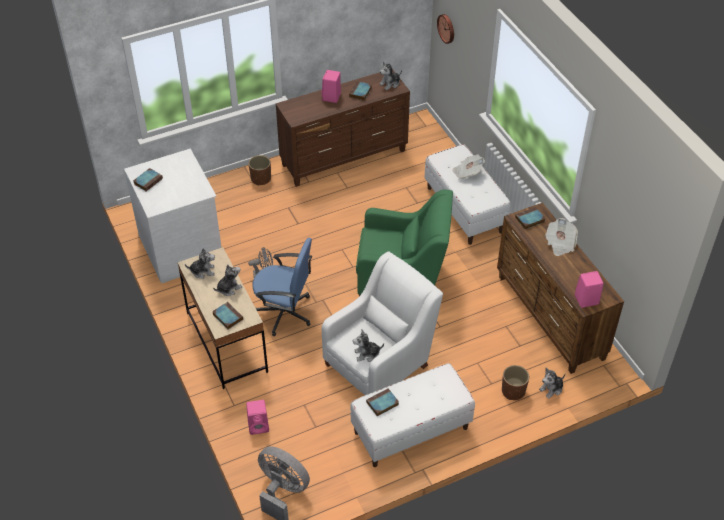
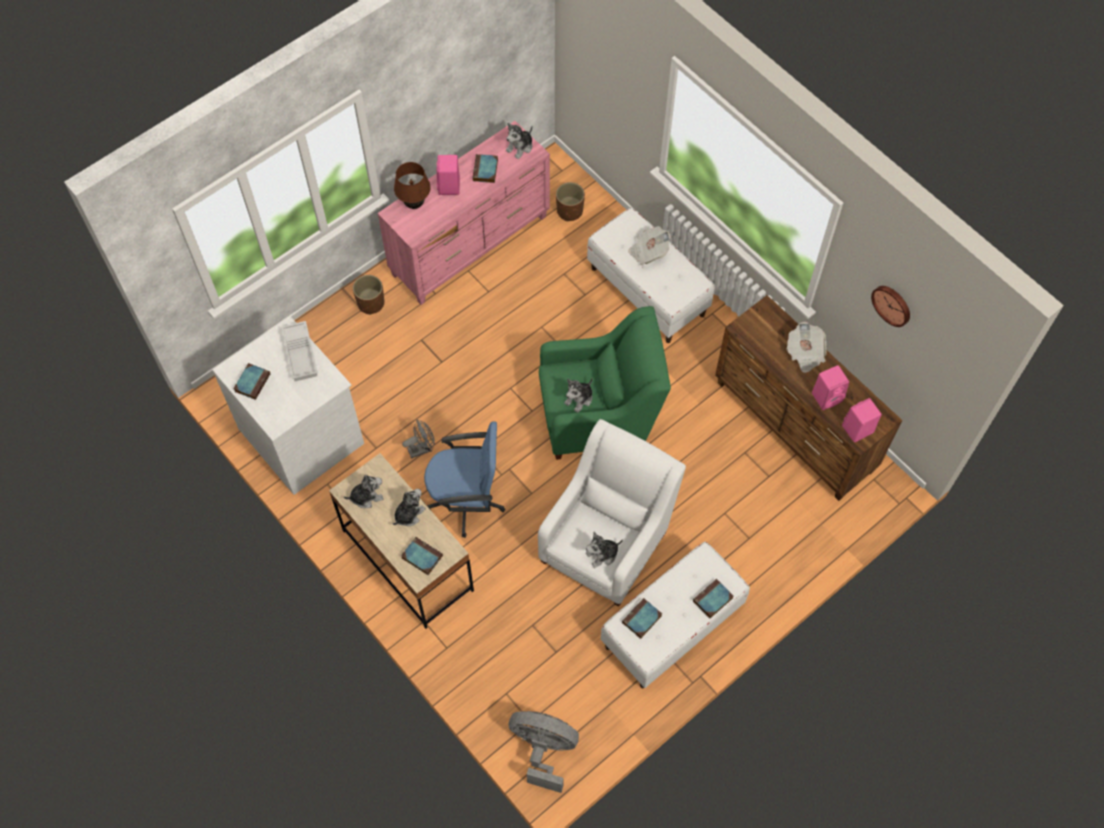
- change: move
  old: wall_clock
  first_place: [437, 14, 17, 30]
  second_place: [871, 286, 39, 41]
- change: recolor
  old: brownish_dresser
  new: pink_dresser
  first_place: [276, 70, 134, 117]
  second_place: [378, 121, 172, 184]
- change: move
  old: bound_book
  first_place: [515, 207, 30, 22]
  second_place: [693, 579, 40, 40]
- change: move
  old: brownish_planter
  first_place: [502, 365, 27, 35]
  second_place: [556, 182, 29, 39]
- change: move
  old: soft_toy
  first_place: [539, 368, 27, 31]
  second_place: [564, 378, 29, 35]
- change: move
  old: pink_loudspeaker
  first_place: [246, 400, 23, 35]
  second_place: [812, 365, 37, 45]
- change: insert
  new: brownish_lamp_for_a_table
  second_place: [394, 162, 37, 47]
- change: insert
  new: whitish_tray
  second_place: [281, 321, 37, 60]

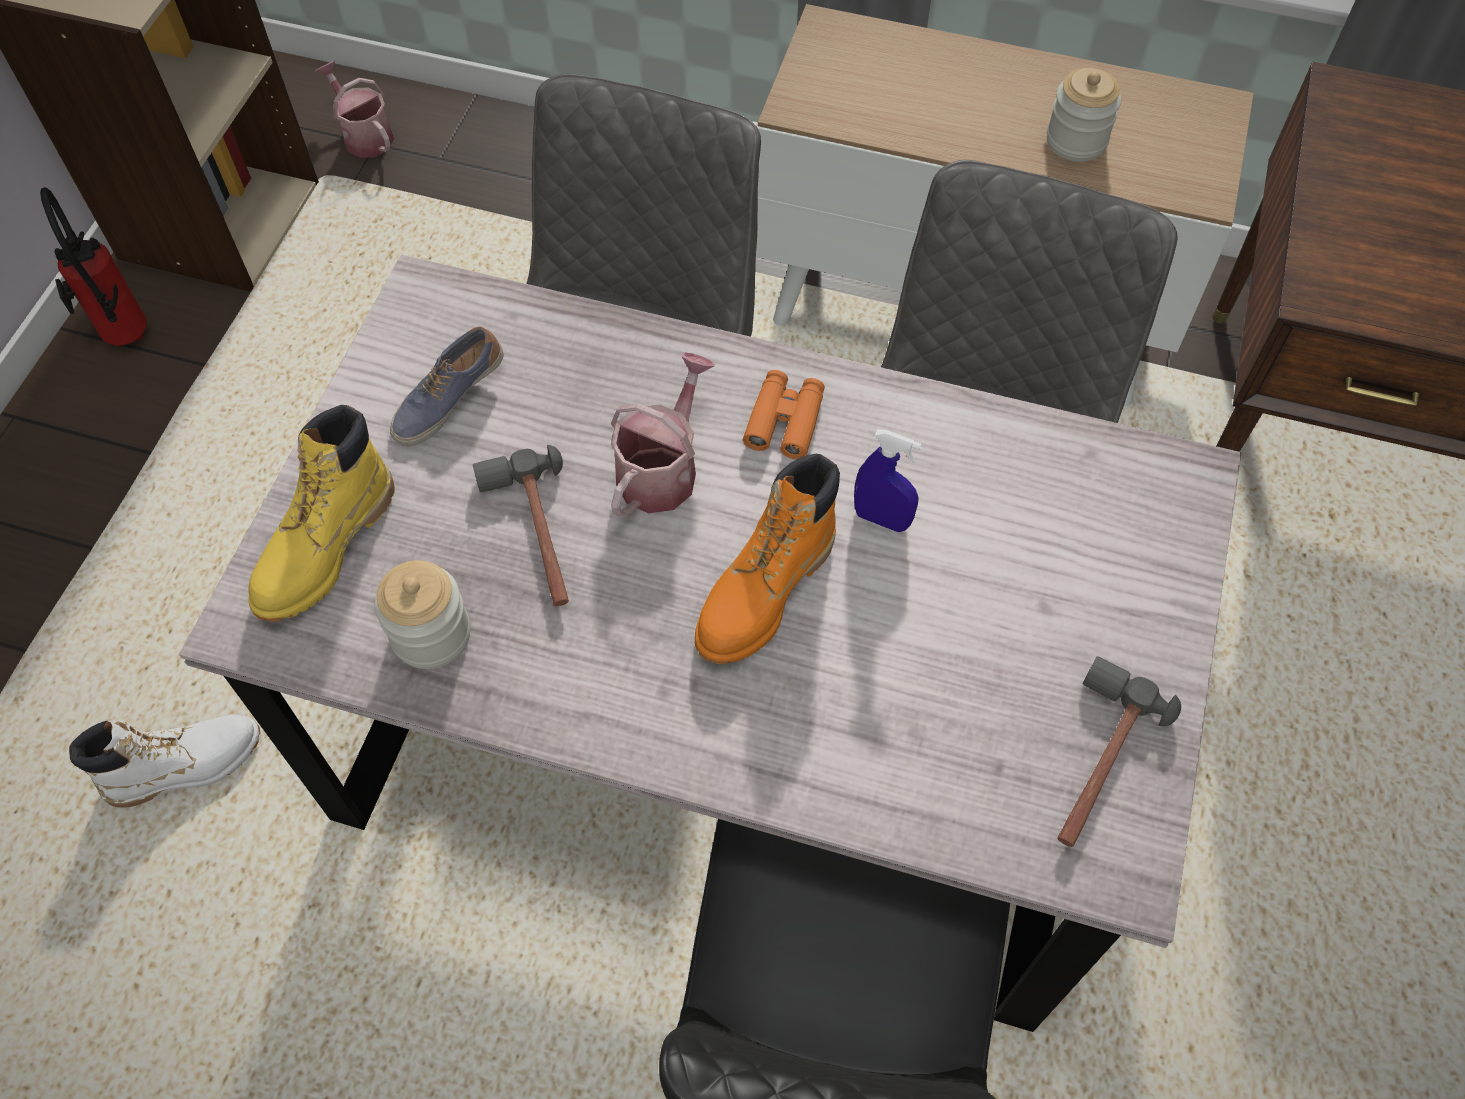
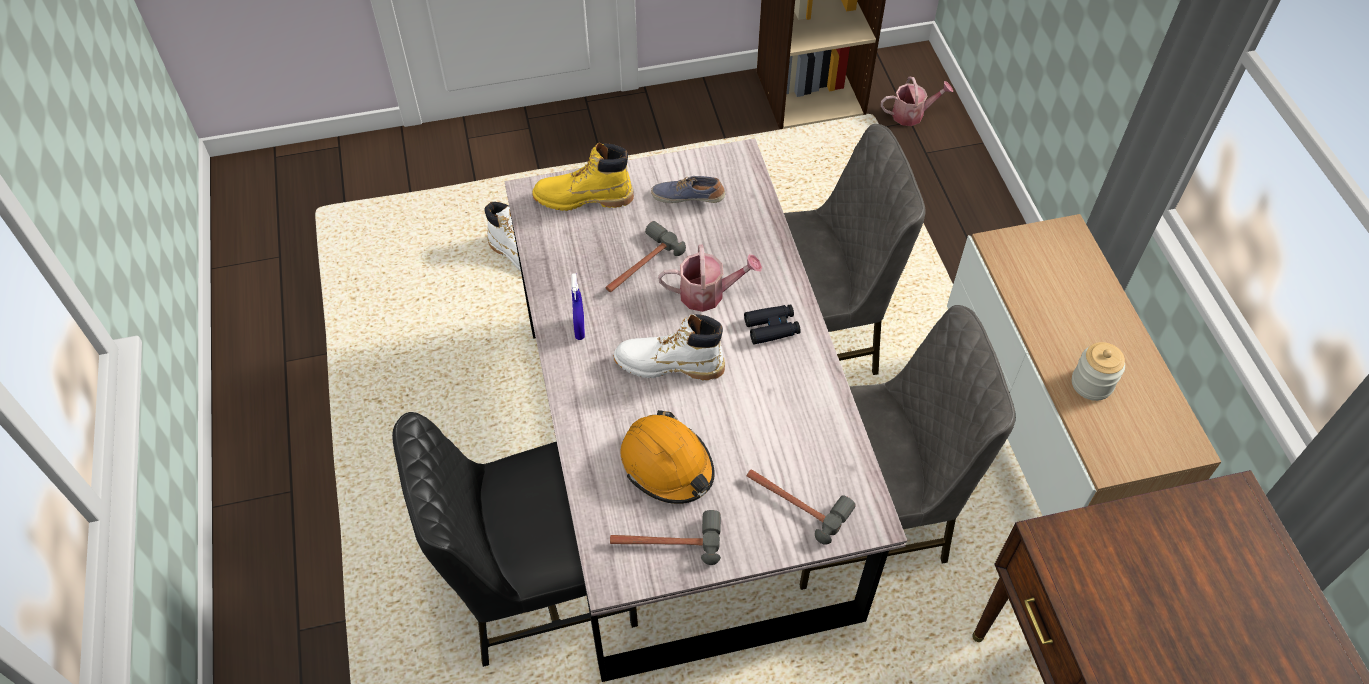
- change: rotate
  old: watering_pot
  first_place: [315, 61, 79, 97]
  second_place: [881, 77, 72, 49]
  degrees: 60
- change: delete
  old: extinguisher
  first_place: [40, 187, 107, 160]
- change: recolor
  old: orange_field_glasses
  new: black_field_glasses
  first_place: [743, 370, 82, 90]
  second_place: [744, 304, 57, 40]
- change: move
  old: bluish_sprayer
  first_place: [854, 429, 68, 103]
  second_place: [571, 273, 14, 67]
- change: recolor
  old: orange_boot
  new: whitish_boot
  first_place: [695, 454, 145, 210]
  second_place: [614, 314, 111, 67]
- change: delete
  old: jar
  first_place: [375, 560, 95, 109]
- change: insert
  new: orange_hard_hat
  second_place: [620, 410, 95, 94]
- change: insert
  new: hammer
  second_place: [747, 469, 109, 76]

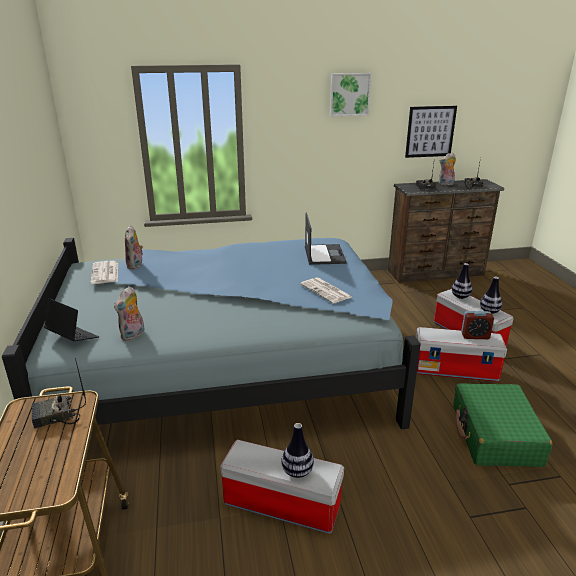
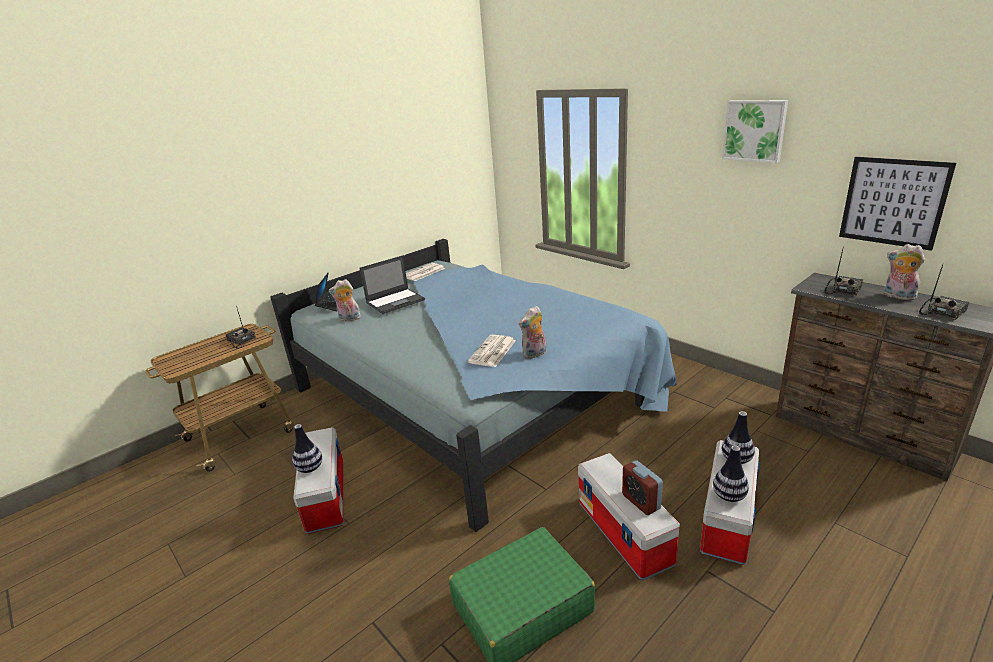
- change: move
  old: laptop
  first_place: [305, 213, 42, 52]
  second_place: [360, 255, 65, 59]
- change: move
  old: soft_toy
  first_place: [125, 225, 18, 44]
  second_place: [519, 306, 27, 53]

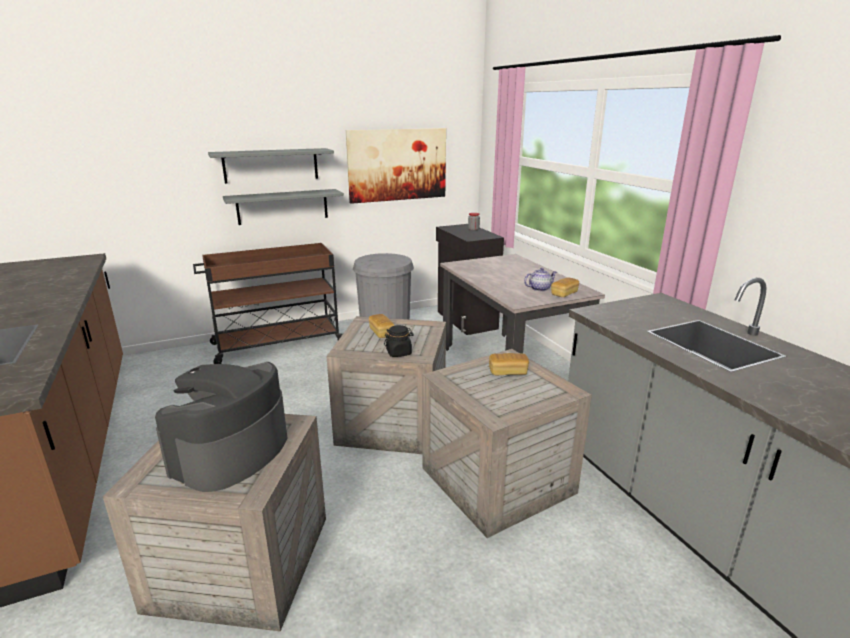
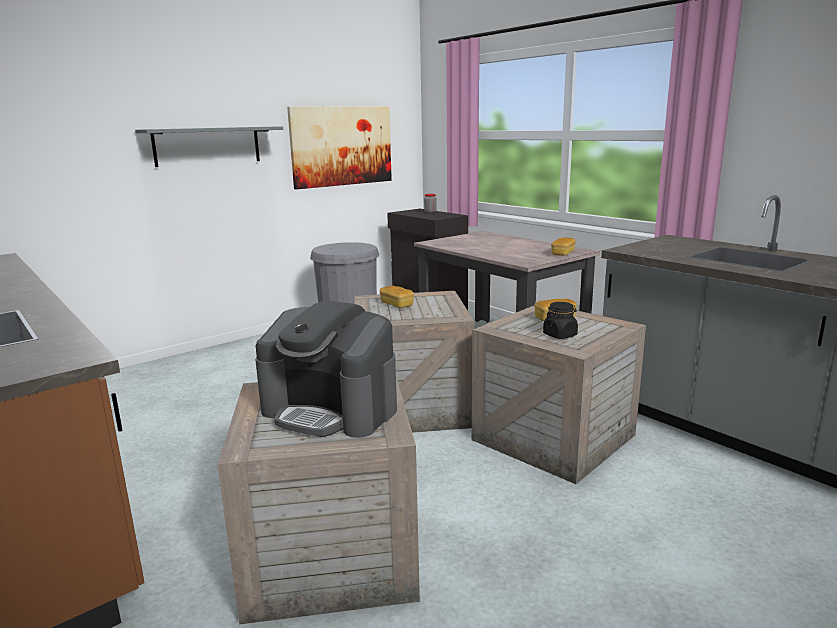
- change: delete
  old: grey_wall_shelf
  first_place: [223, 189, 121, 36]
- change: delete
  old: brownish_trolley
  first_place: [193, 243, 150, 121]
- change: delete
  old: teapot
  first_place: [524, 268, 33, 23]
- change: move
  old: black_jar
  first_place: [384, 325, 30, 32]
  second_place: [543, 302, 35, 37]
- change: rotate
  old: coffee_machine
  first_place: [155, 362, 133, 130]
  second_place: [255, 300, 142, 138]
  degrees: -75

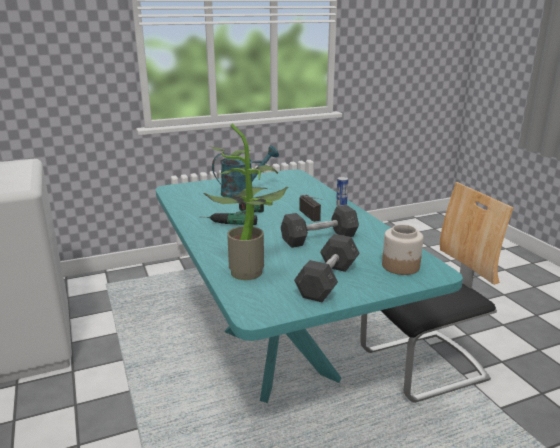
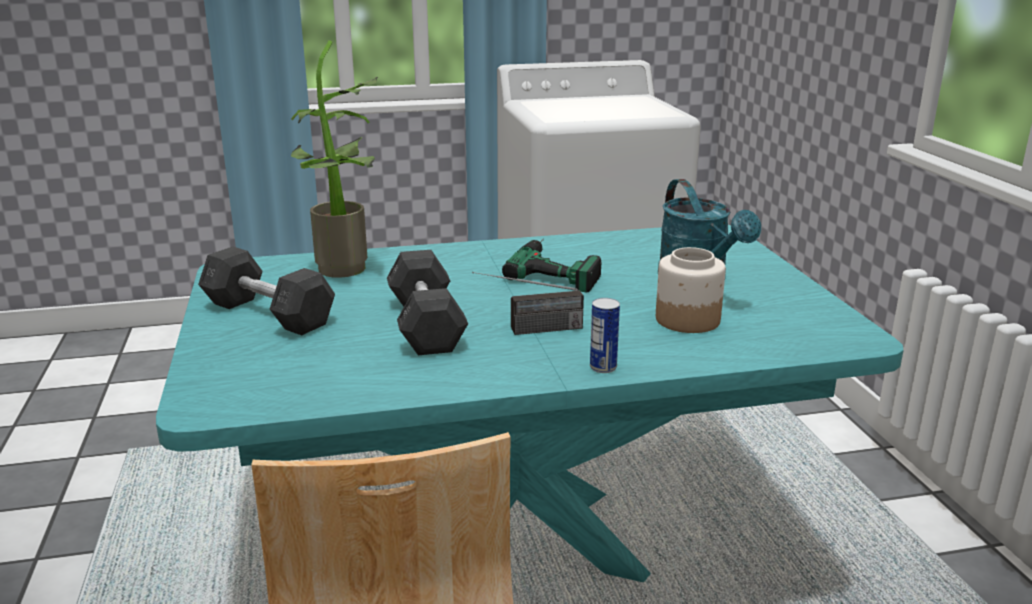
- change: move
  old: jar
  first_place: [382, 224, 42, 51]
  second_place: [656, 247, 70, 86]

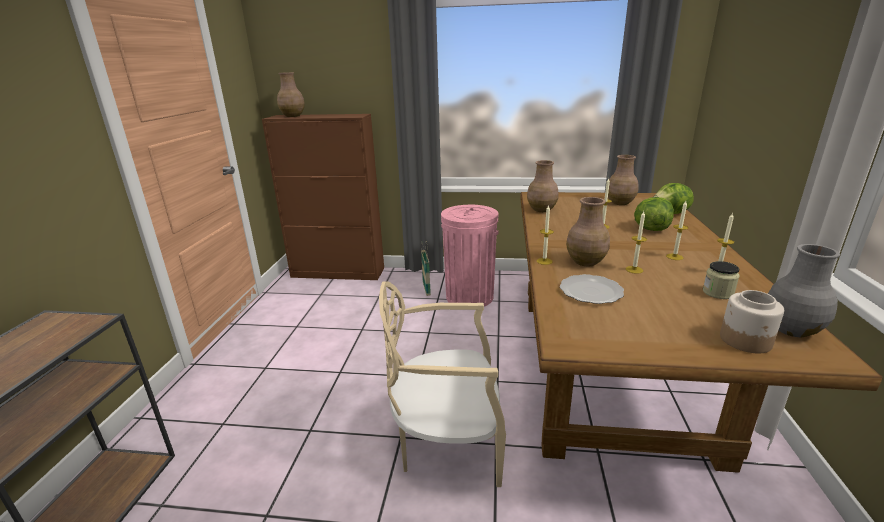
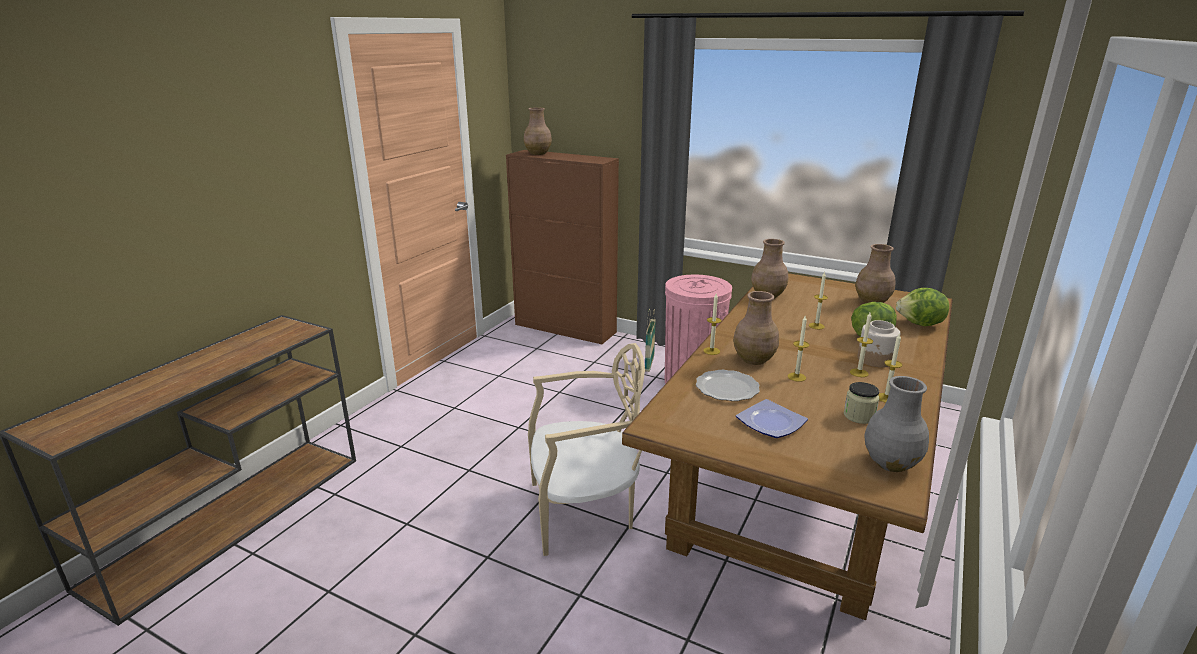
- change: rotate
  old: beige-coloured_chair
  first_place: [379, 281, 127, 206]
  second_place: [528, 343, 117, 213]
  degrees: 150
- change: move
  old: jar
  first_place: [720, 290, 64, 63]
  second_place: [857, 320, 44, 48]
- change: insert
  new: dinner_plate
  second_place: [736, 399, 72, 39]

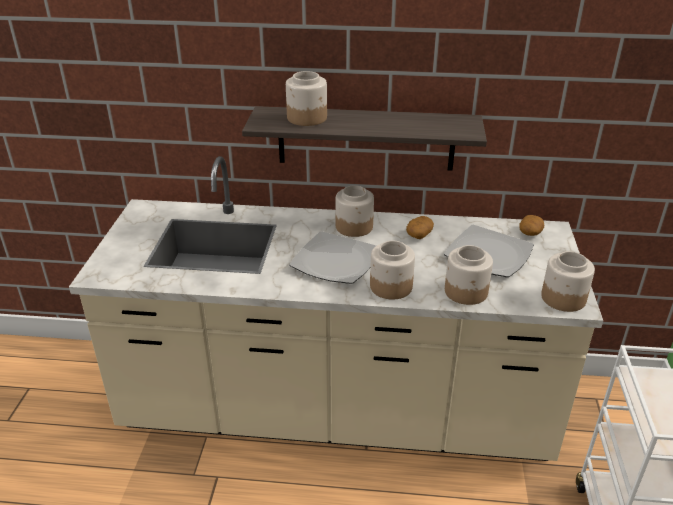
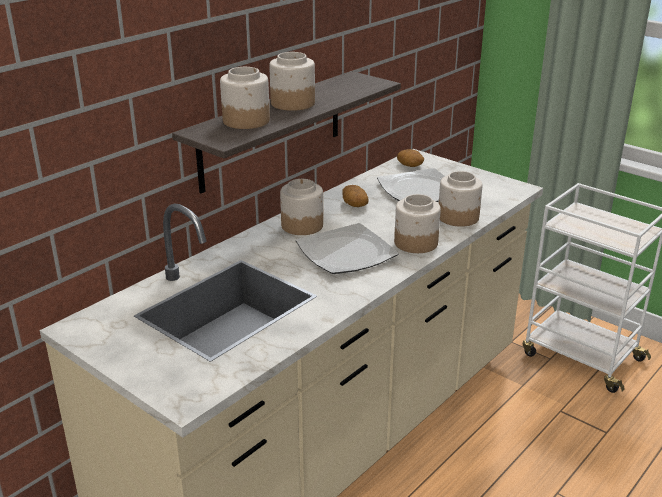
- change: move
  old: jar
  first_place: [541, 251, 54, 61]
  second_place: [269, 52, 46, 59]

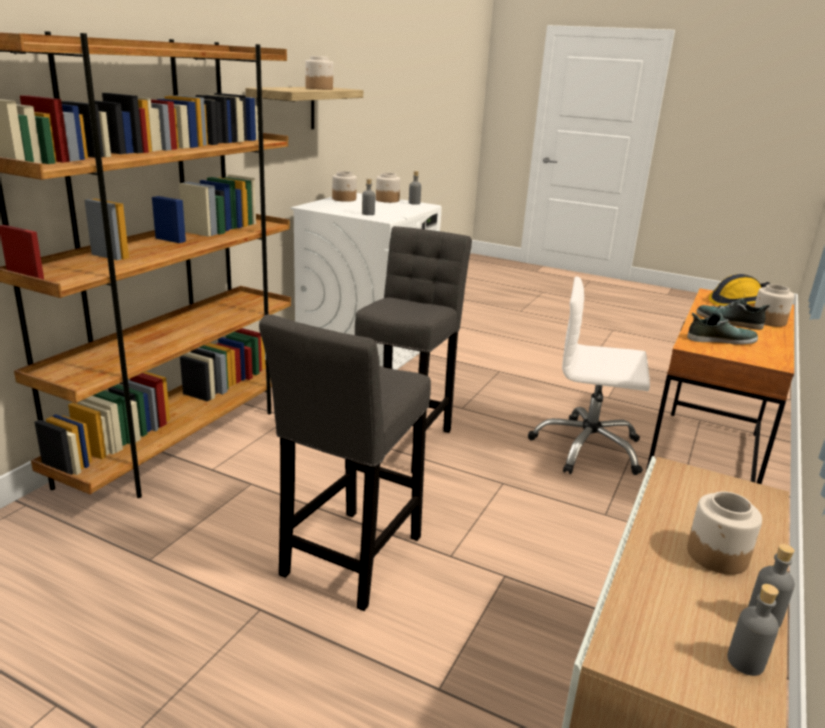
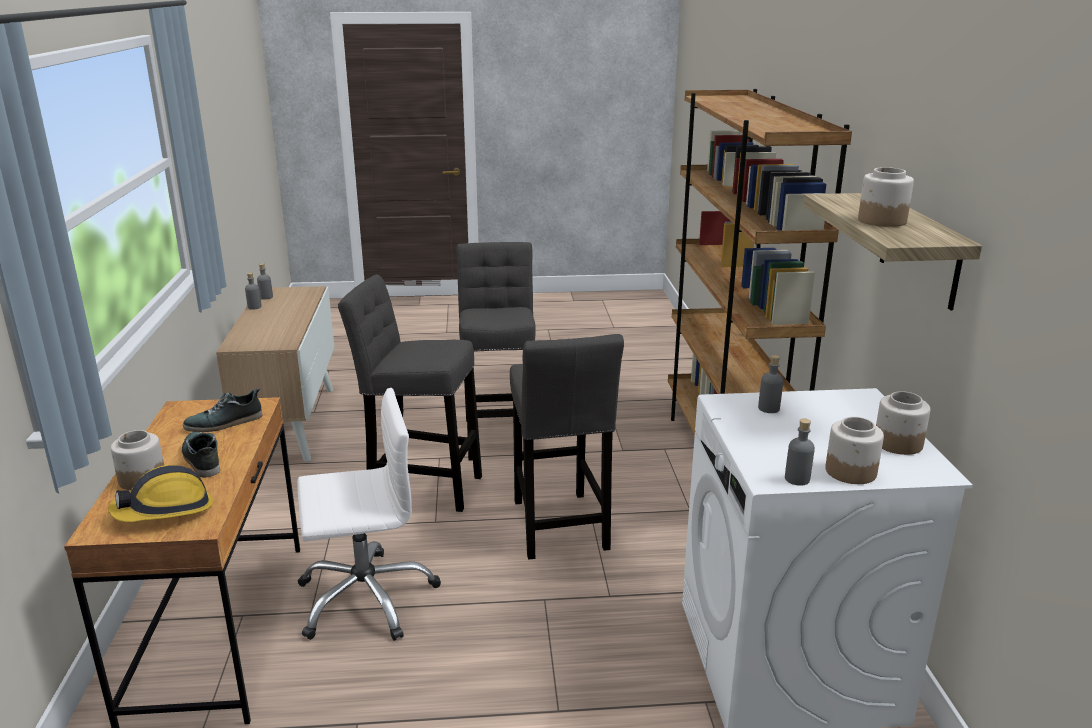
- change: rotate
  old: item_of_footwear
  first_place: [697, 298, 73, 32]
  second_place: [182, 432, 38, 45]
  degrees: -120
- change: delete
  old: jar
  first_place: [687, 491, 75, 84]
- change: insert
  new: grey_sitting_stool
  second_place: [338, 274, 144, 238]

